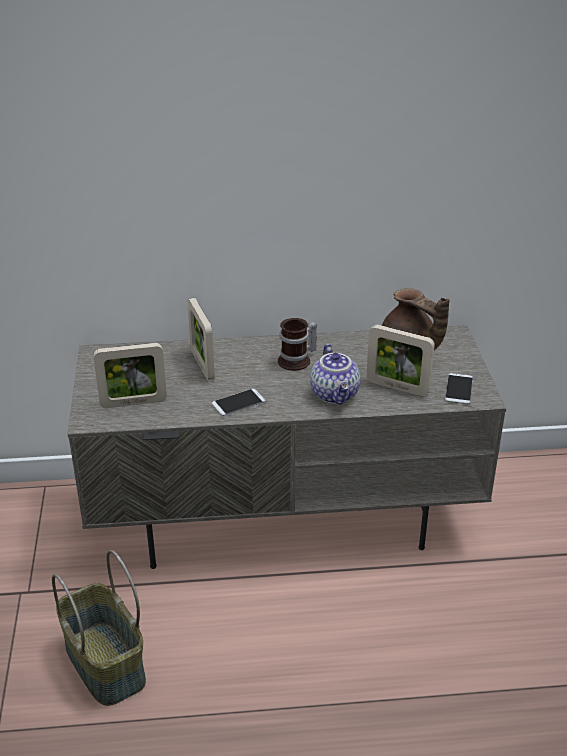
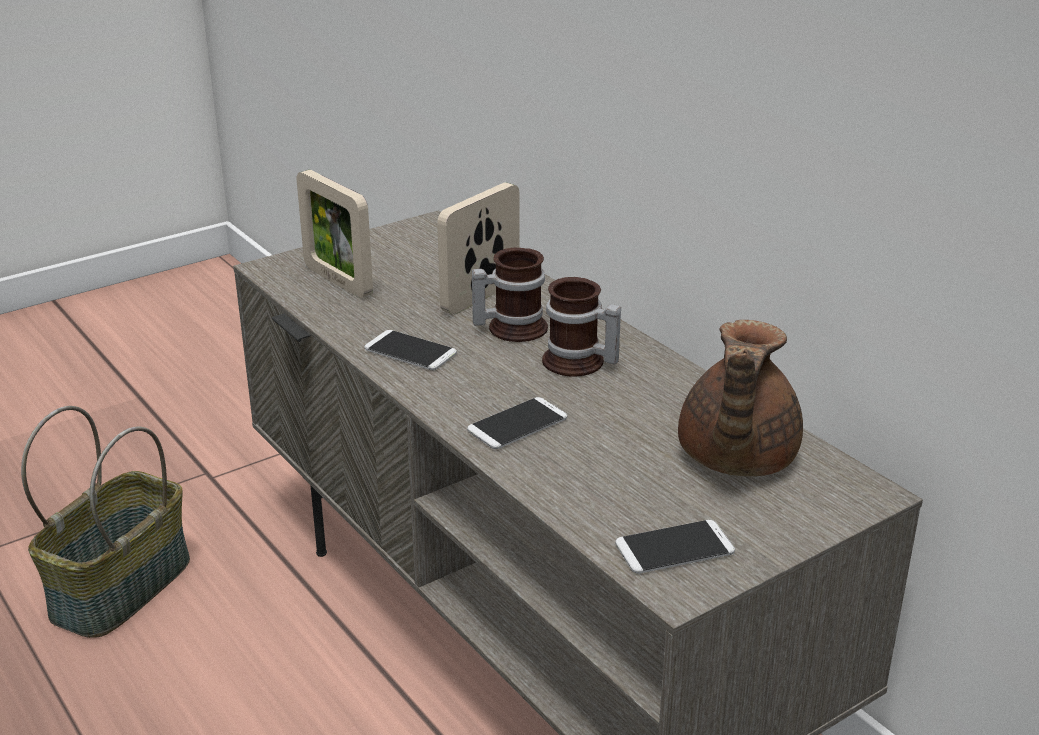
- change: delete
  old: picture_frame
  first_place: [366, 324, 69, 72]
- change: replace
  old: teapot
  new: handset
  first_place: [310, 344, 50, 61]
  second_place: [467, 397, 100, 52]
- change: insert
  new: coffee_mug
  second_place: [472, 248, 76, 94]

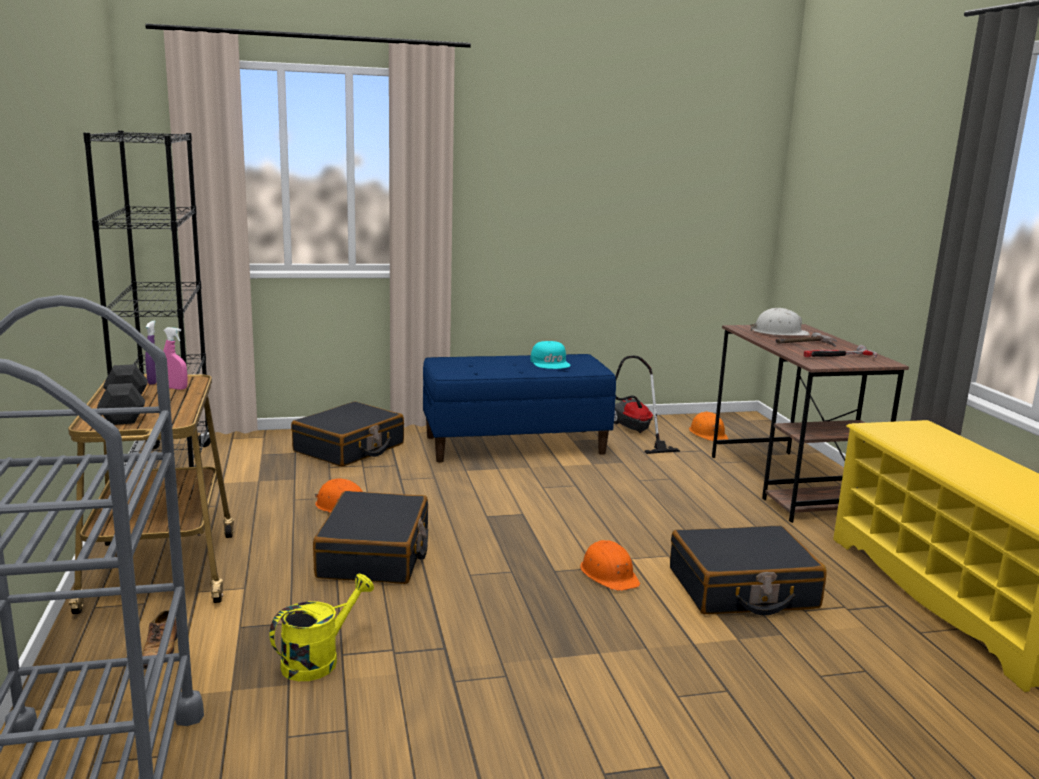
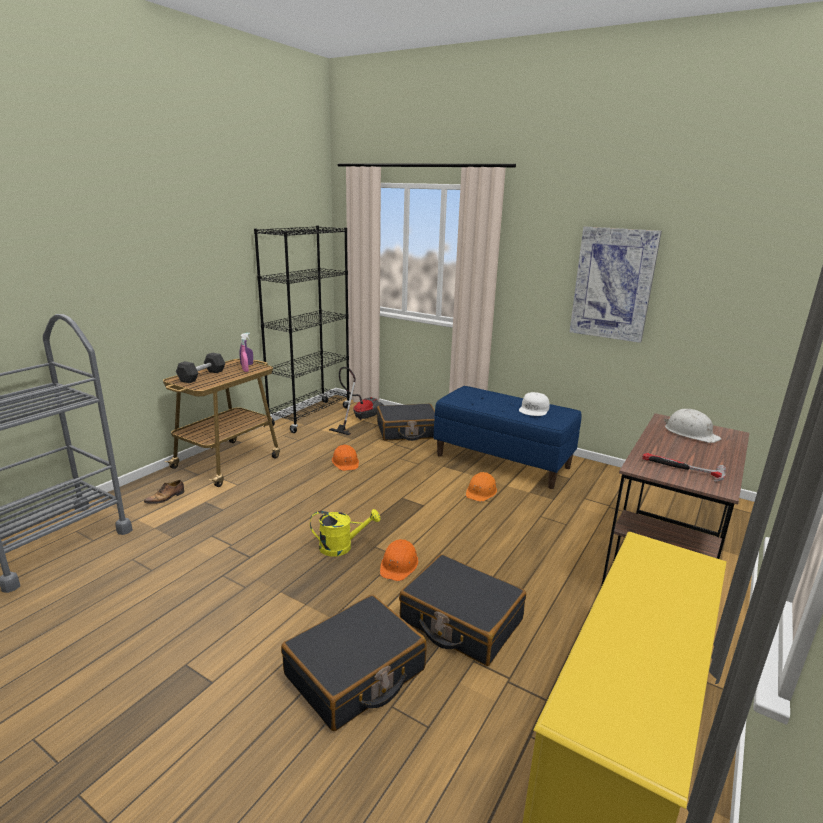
- change: delete
  old: hammer
  first_place: [775, 332, 62, 15]
- change: recolor
  old: blue-green_cap
  new: whitish_cap
  first_place: [531, 341, 39, 28]
  second_place: [519, 392, 31, 24]
- change: move
  old: vacuum_cleaner
  first_place: [614, 355, 66, 99]
  second_place: [329, 367, 55, 68]
- change: move
  old: orange_hard_hat
  first_place: [689, 412, 39, 29]
  second_place: [466, 472, 31, 30]
- change: move
  old: black_travel_case
  first_place: [313, 491, 115, 93]
  second_place: [281, 595, 146, 136]
- change: move
  old: yellowish_watering_pot
  first_place: [270, 574, 104, 107]
  second_place: [310, 509, 70, 48]
- change: insert
  new: picture
  second_place: [569, 227, 93, 116]

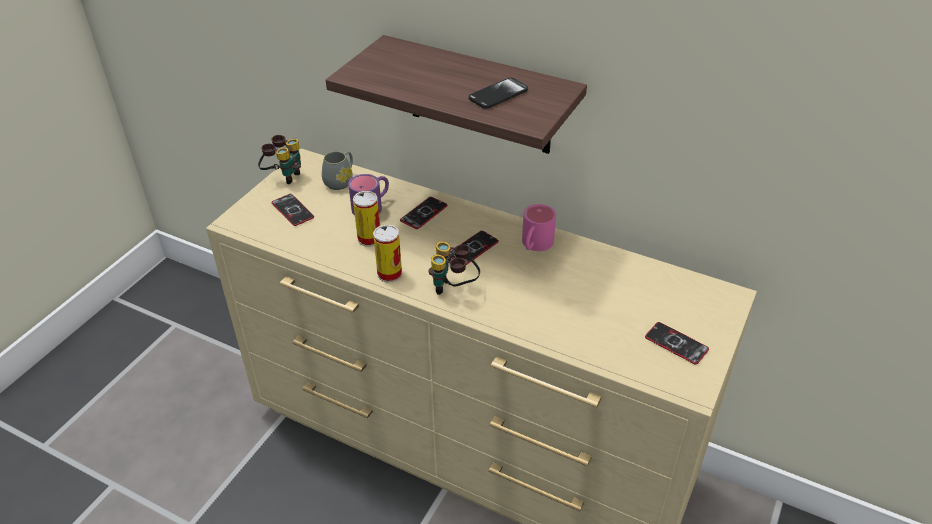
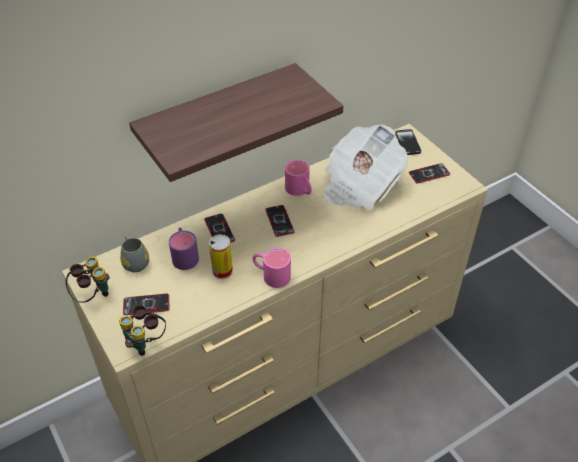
- change: move
  old: handset
  first_place: [469, 78, 59, 31]
  second_place: [395, 129, 26, 26]
- change: replace
  old: sealed_can
  new: pink_coffee_mug
  first_place: [373, 225, 29, 58]
  second_place: [253, 248, 38, 40]
- change: move
  old: field_glasses
  first_place: [429, 241, 51, 54]
  second_place: [119, 305, 47, 51]
- change: insert
  new: newspaper
  second_place: [323, 125, 85, 85]

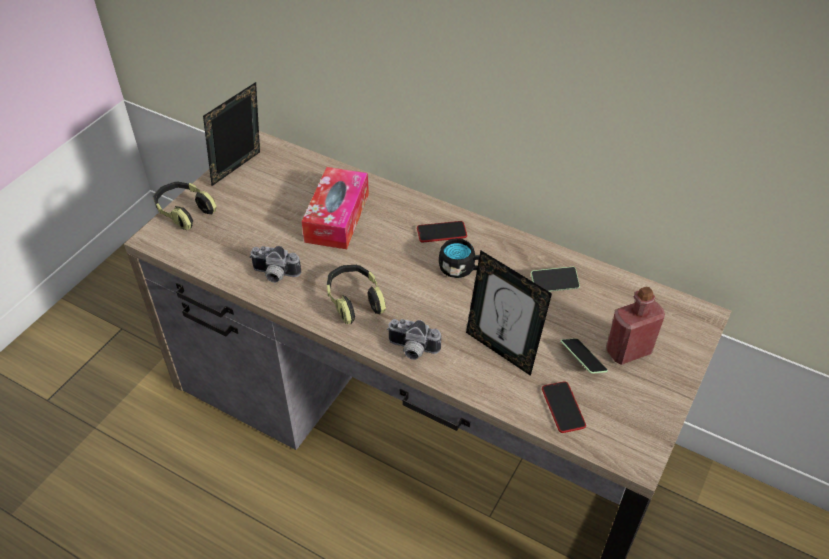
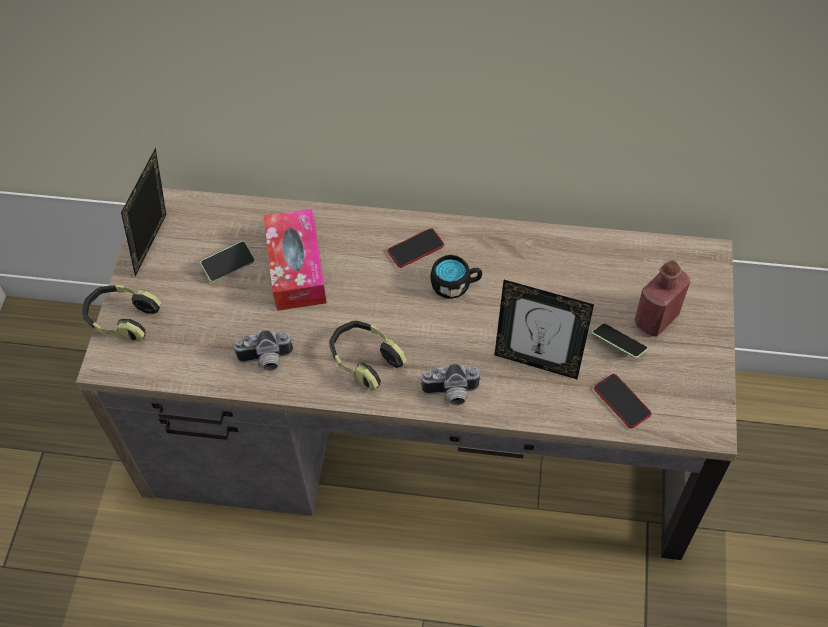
- change: move
  old: handset
  first_place: [531, 266, 49, 26]
  second_place: [200, 241, 55, 41]

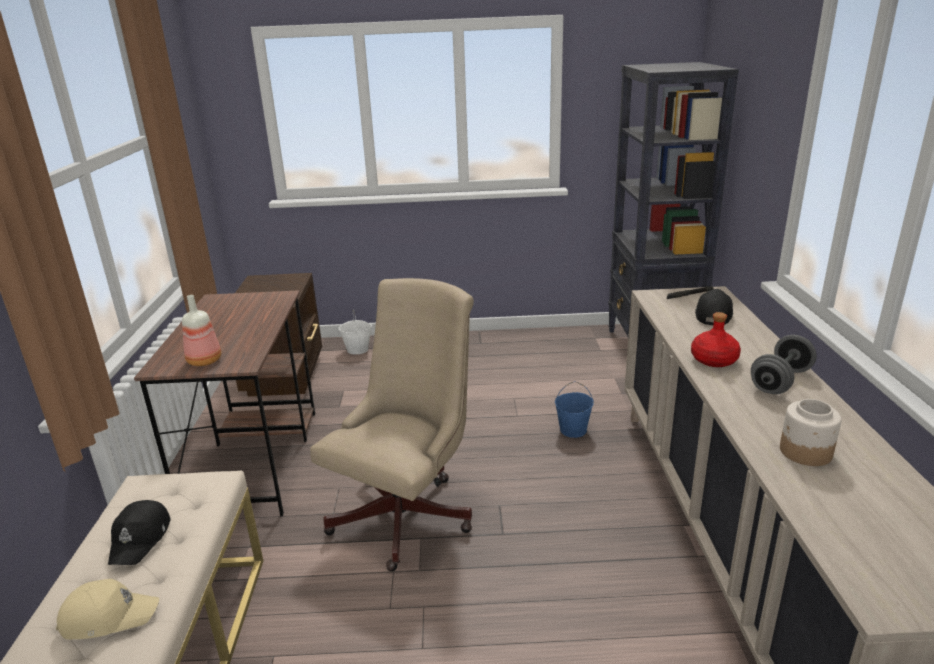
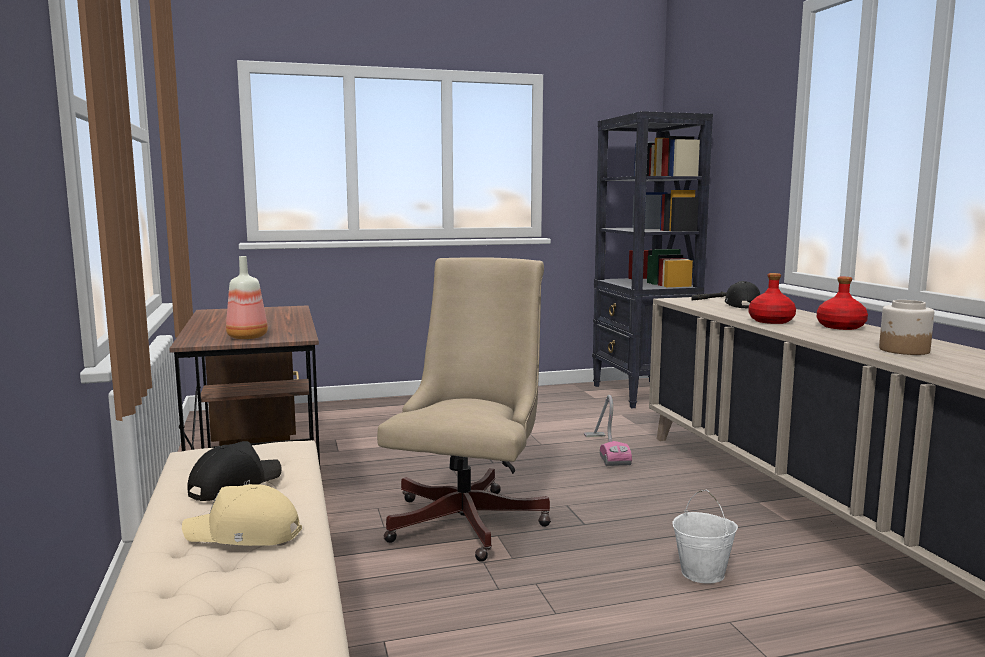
- change: move
  old: whitish_bucket
  first_place: [339, 309, 33, 46]
  second_place: [672, 490, 66, 93]
- change: replace
  old: grey_dumbbell
  new: red-coloured_beverage_bottle
  first_place: [751, 335, 66, 59]
  second_place: [817, 277, 51, 53]
- change: replace
  old: bluish_bucket
  new: vacuum_cleaner
  first_place: [555, 381, 39, 57]
  second_place: [584, 395, 48, 71]
- change: rotate
  old: black_cap
  first_place: [108, 500, 63, 65]
  second_place: [187, 441, 95, 60]
  degrees: -135
- change: rotate
  old: beige-coloured_cap
  first_place: [56, 579, 103, 60]
  second_place: [182, 484, 120, 62]
  degrees: -150

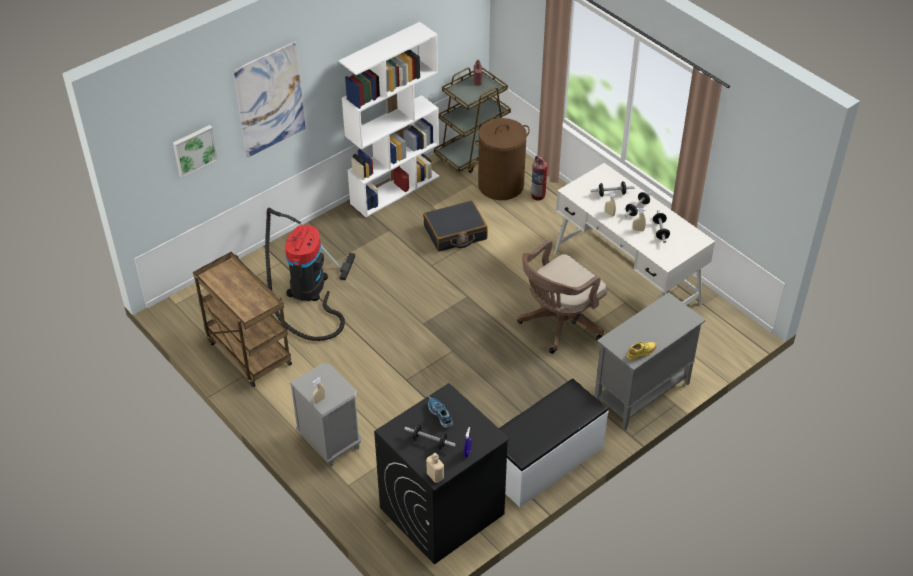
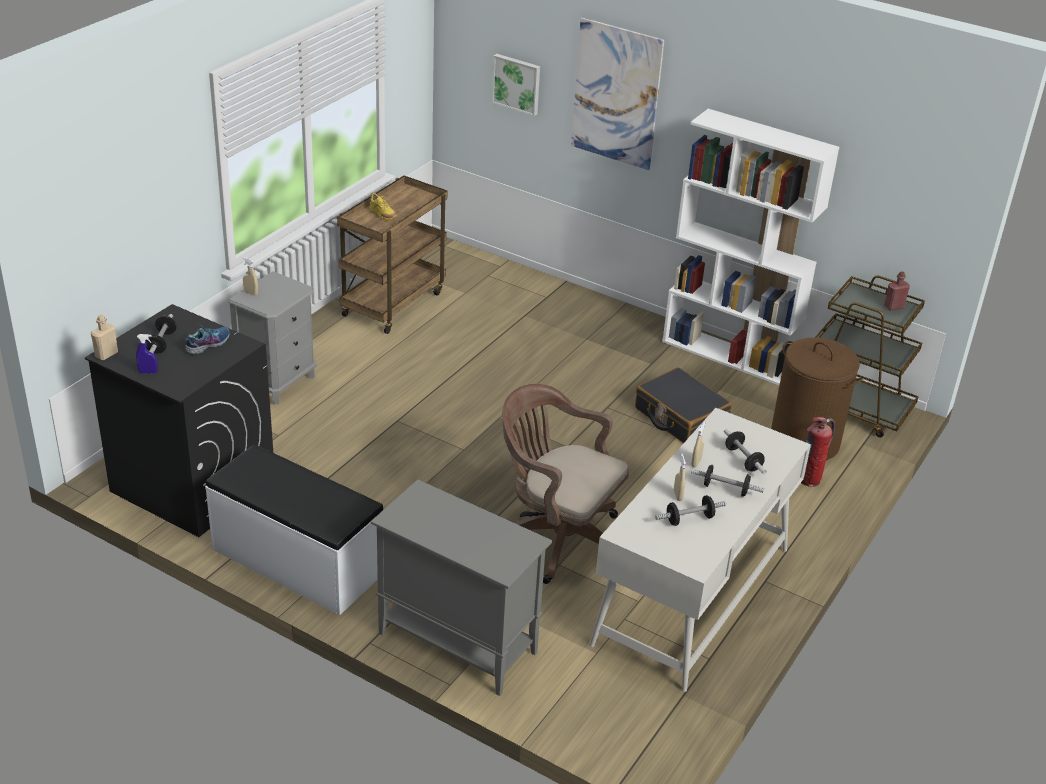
- change: delete
  old: vacuum_cleaner
  first_place: [265, 208, 90, 133]
- change: move
  old: yellowish_item_of_footwear
  first_place: [627, 341, 30, 19]
  second_place: [370, 193, 27, 27]

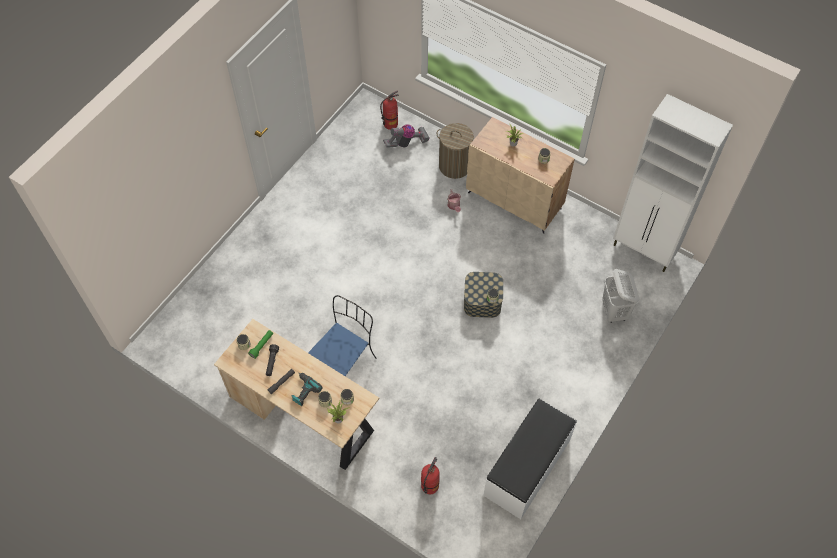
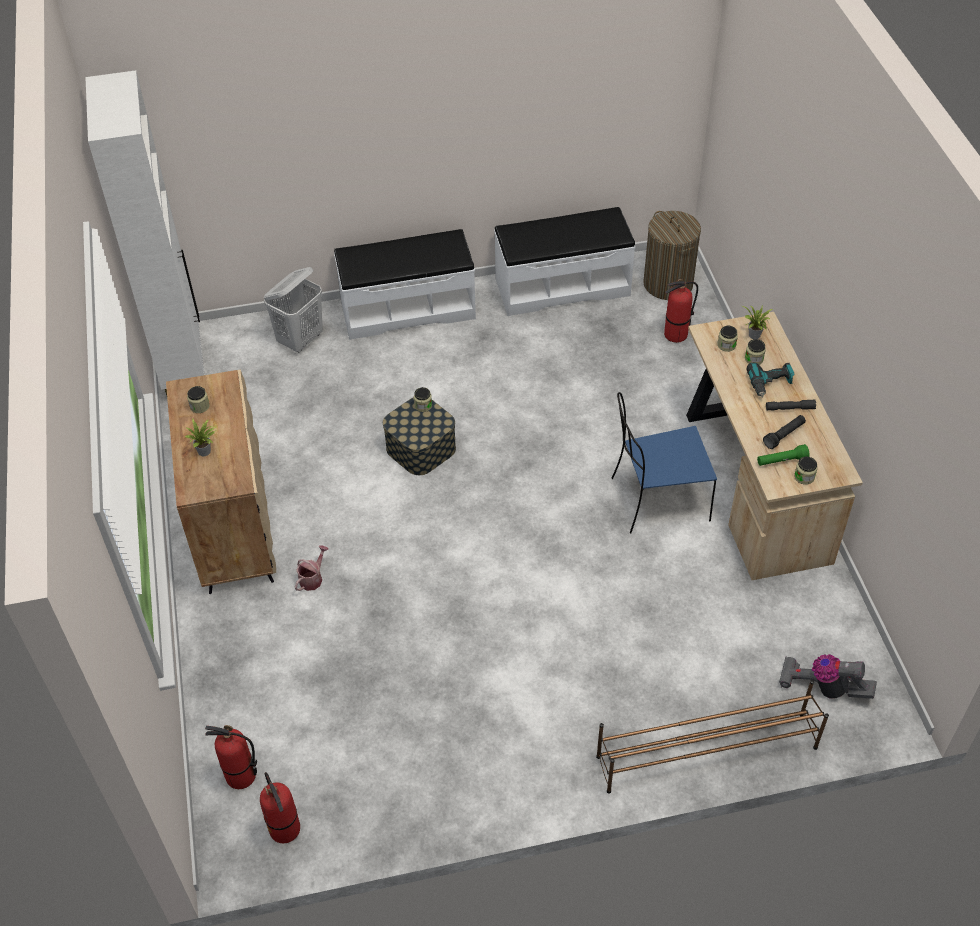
- change: move
  old: washing_basket
  first_place: [437, 123, 37, 56]
  second_place: [643, 211, 58, 89]
- change: move
  old: vacuum_cleaner
  first_place: [383, 124, 46, 24]
  second_place: [779, 654, 98, 45]
- change: insert
  new: whitish_long_seat
  second_place: [334, 229, 142, 111]
- change: insert
  new: brownish_shoe_rack
  second_place: [596, 680, 233, 114]
- change: insert
  new: extinguisher
  second_place: [260, 772, 40, 71]

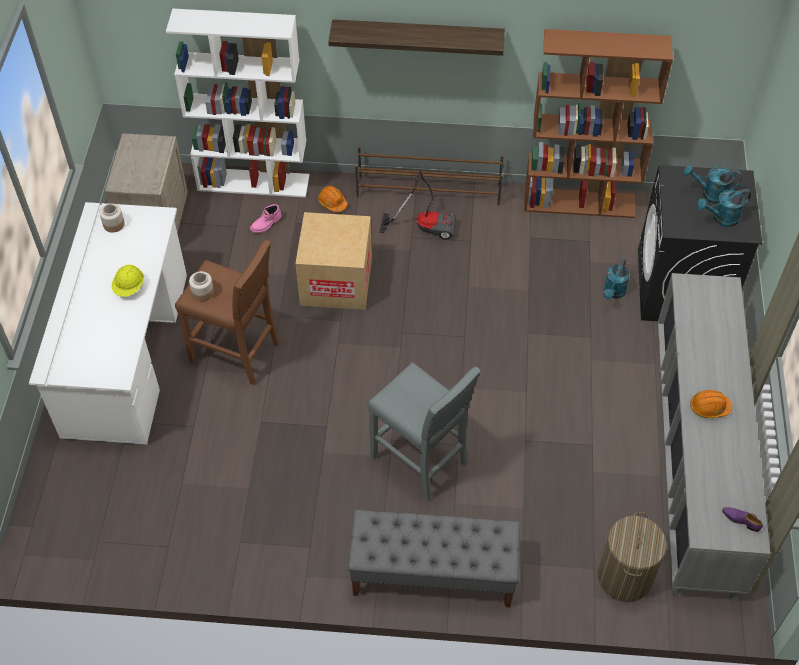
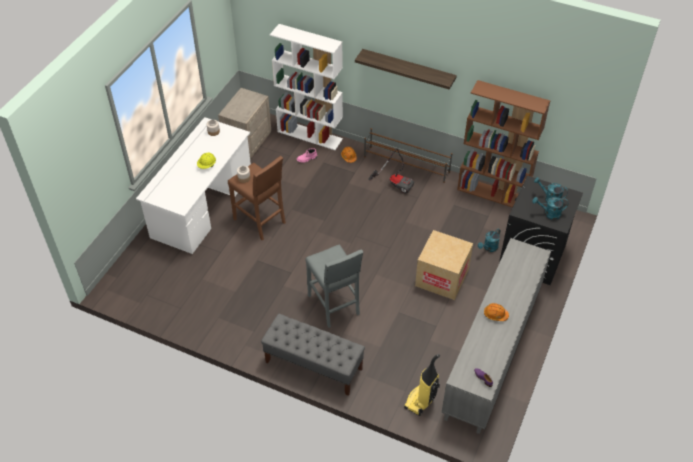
- change: move
  old: cardboard_box
  first_place: [295, 212, 77, 98]
  second_place: [415, 230, 58, 70]
- change: replace
  old: washing_basket
  new: vacuum_cleaner
  first_place: [598, 512, 69, 90]
  second_place: [404, 354, 36, 62]

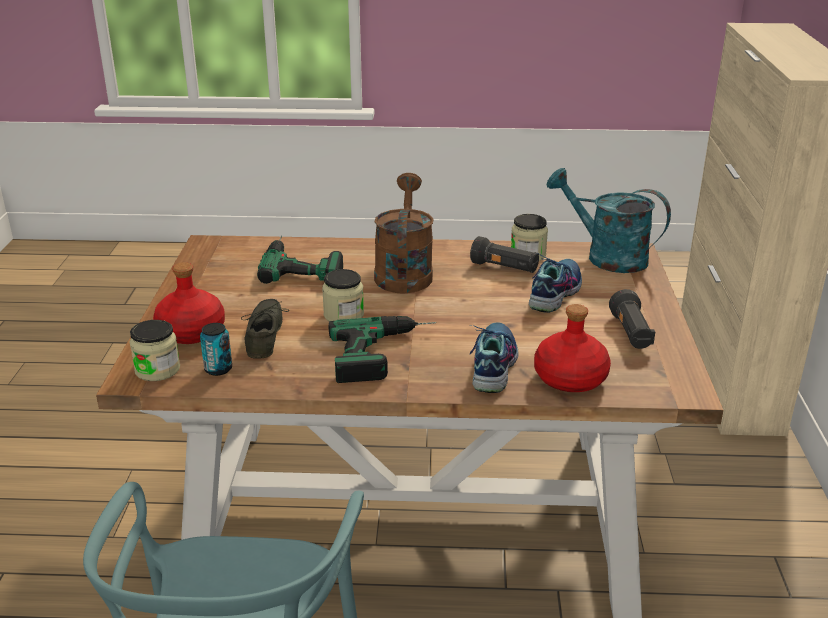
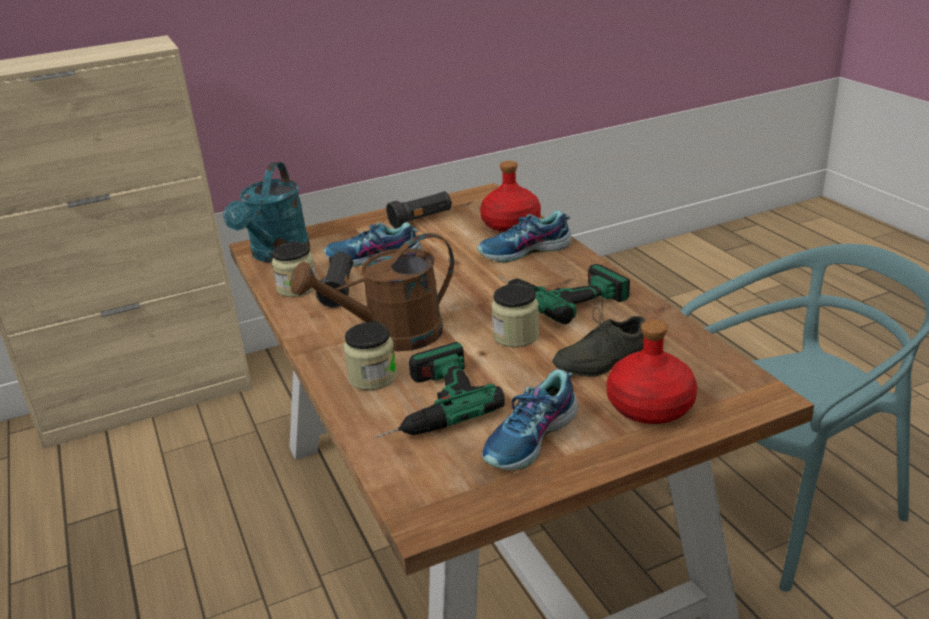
- change: move
  old: jar
  first_place: [130, 320, 50, 61]
  second_place: [344, 322, 53, 68]
- change: delete
  old: sealed_can
  first_place: [200, 323, 32, 53]
- change: insert
  new: item_of_footwear
  second_place: [482, 369, 96, 101]

